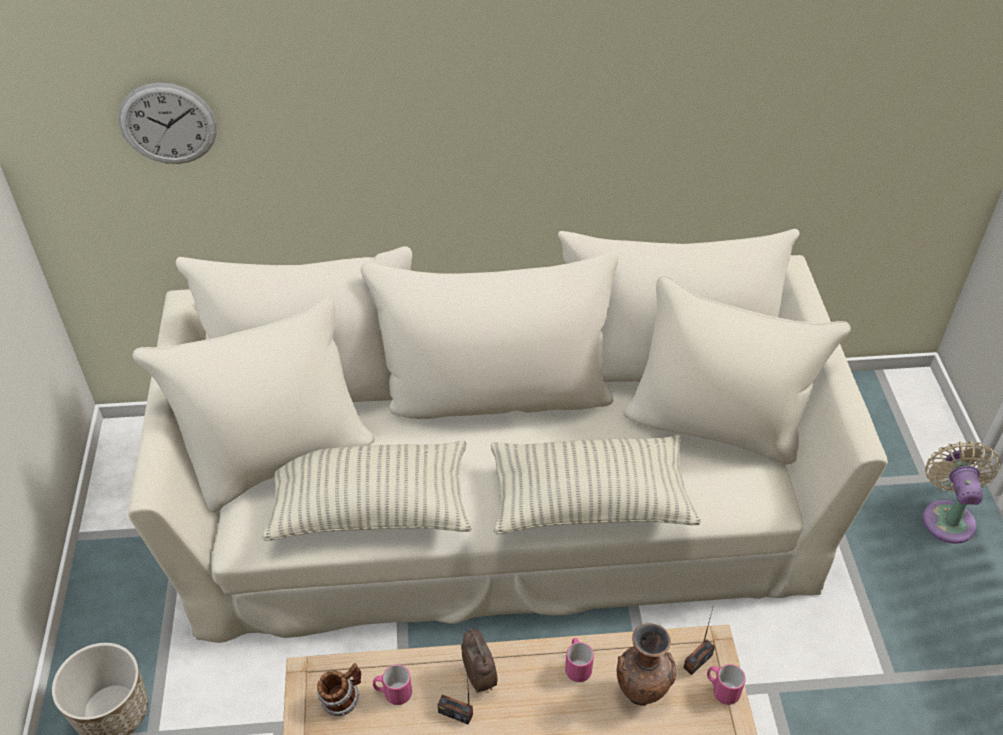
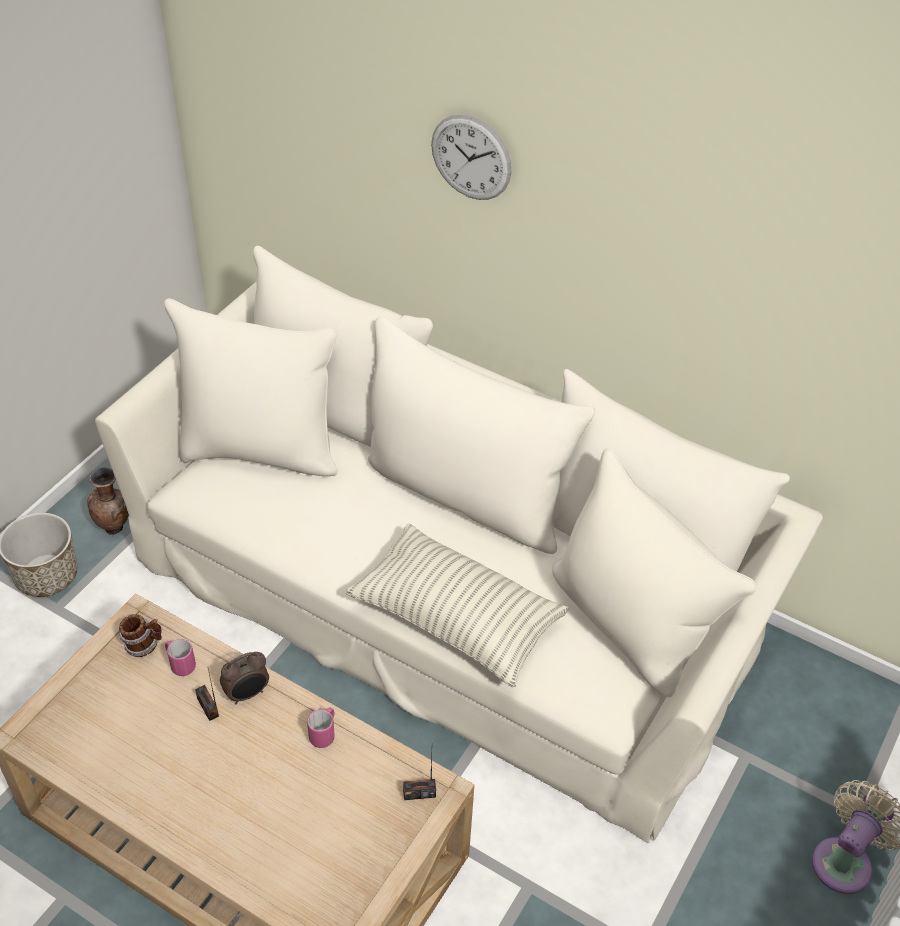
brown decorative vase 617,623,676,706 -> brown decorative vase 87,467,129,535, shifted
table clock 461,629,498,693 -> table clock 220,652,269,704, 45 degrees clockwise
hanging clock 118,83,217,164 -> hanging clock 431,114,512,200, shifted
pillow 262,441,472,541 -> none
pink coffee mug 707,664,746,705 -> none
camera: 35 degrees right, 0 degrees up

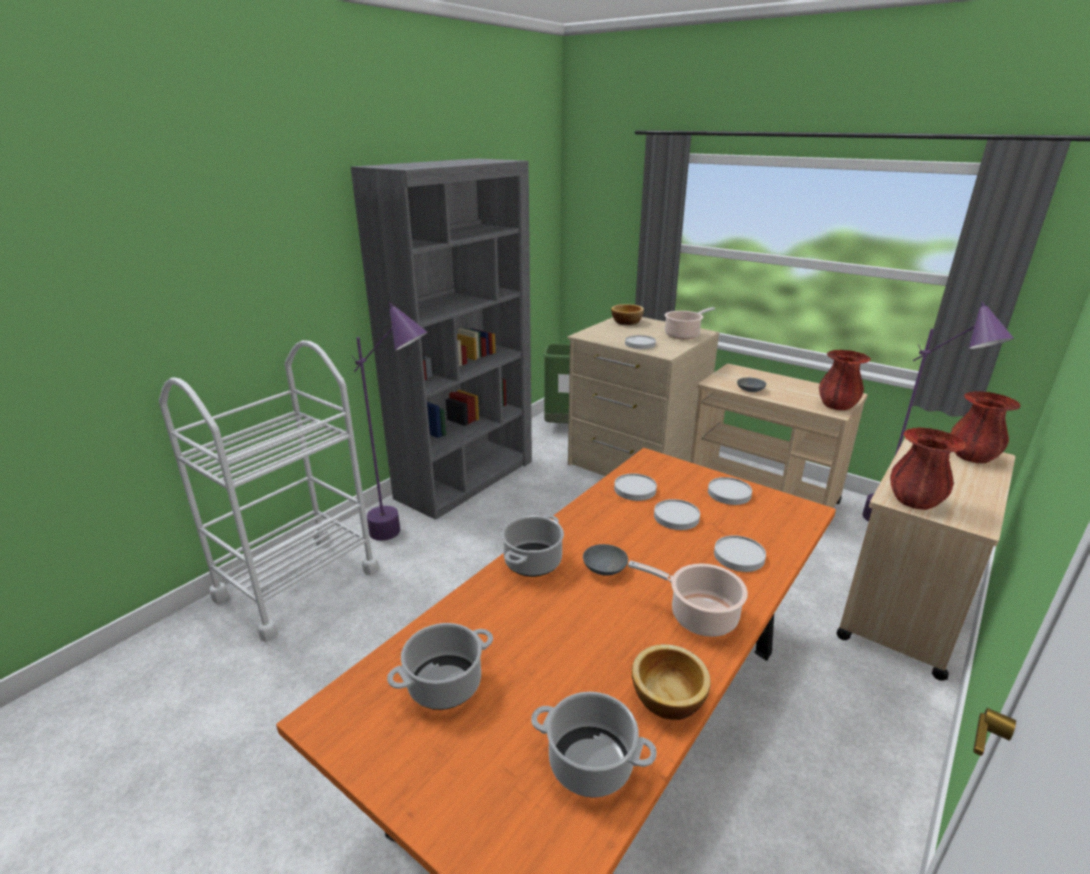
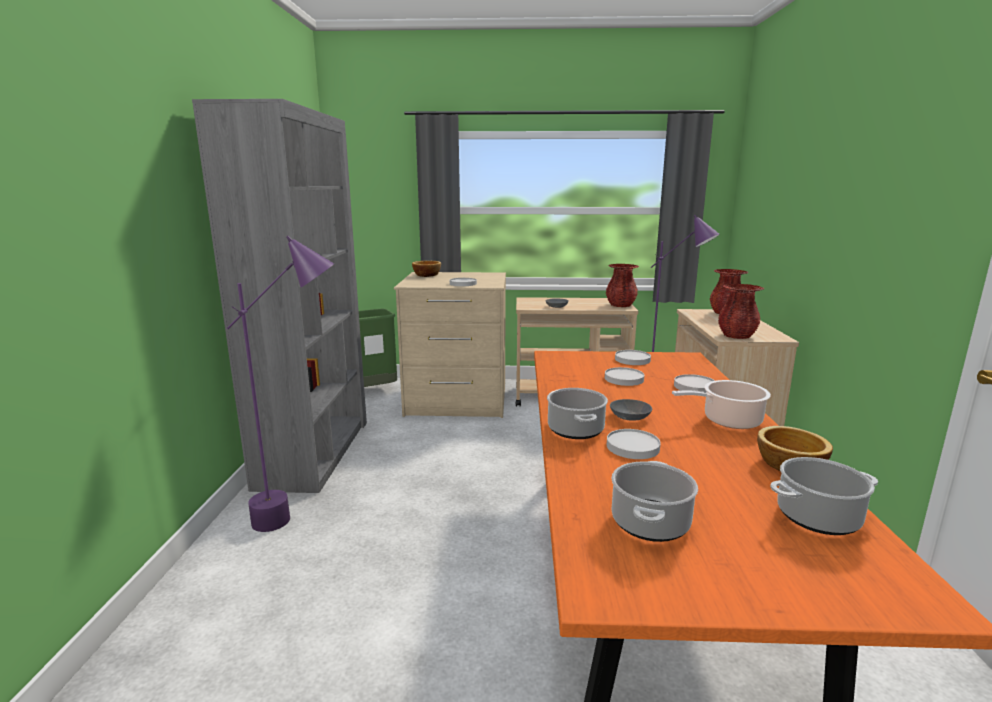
whitish dinner plate 614,473,657,501 -> whitish dinner plate 607,429,661,459, shifted
whitish wheeled cart 159,340,380,642 -> none
saucepot 665,307,715,339 -> none
camera: 35 degrees left, 10 degrees down

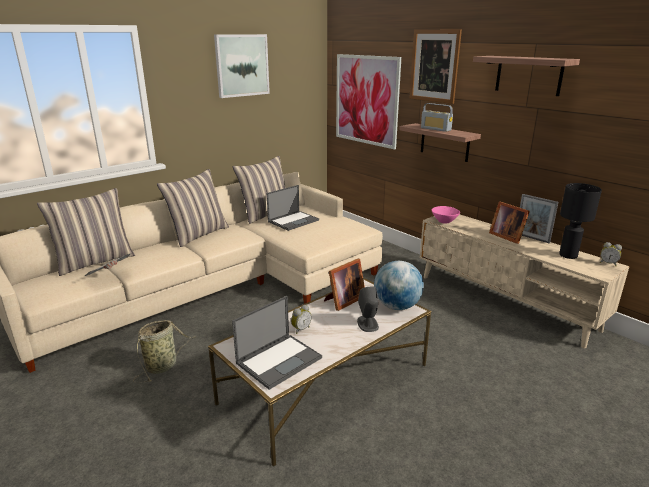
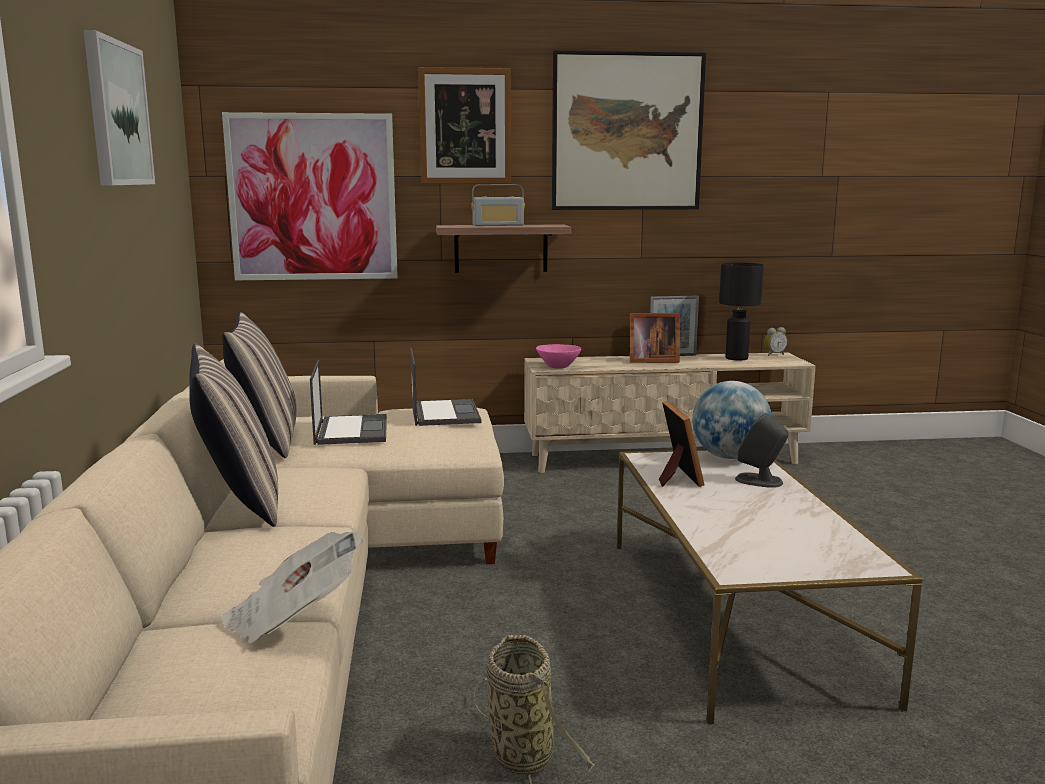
portable computer 232,296,322,390 -> portable computer 410,348,481,426, shifted
wall shelf 473,56,580,96 -> picture 552,50,706,210
pillow 37,188,135,276 -> none
table clock 291,305,312,334 -> none
camera: 55 degrees left, 10 degrees down

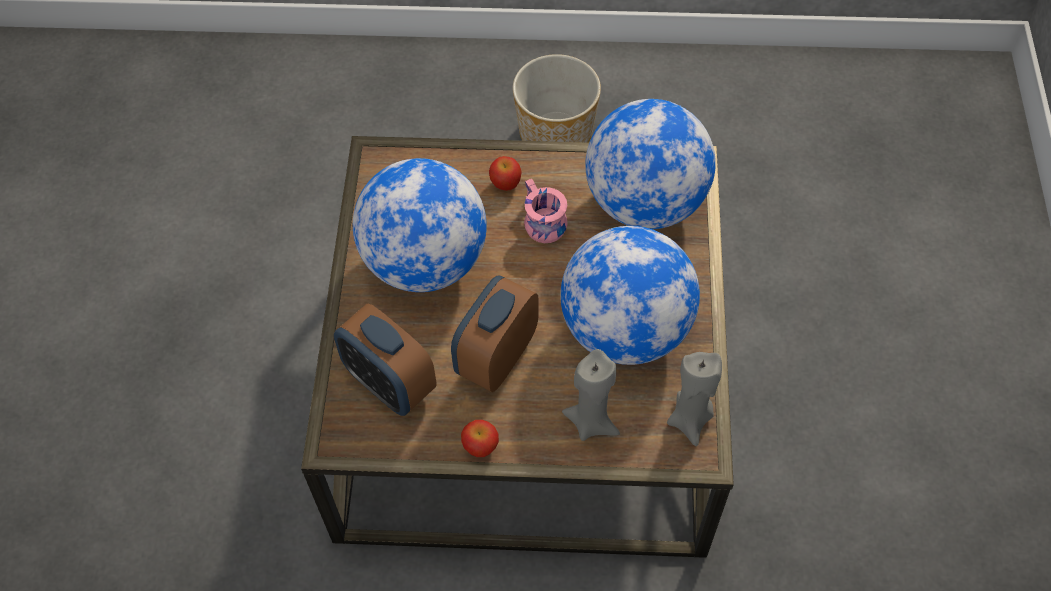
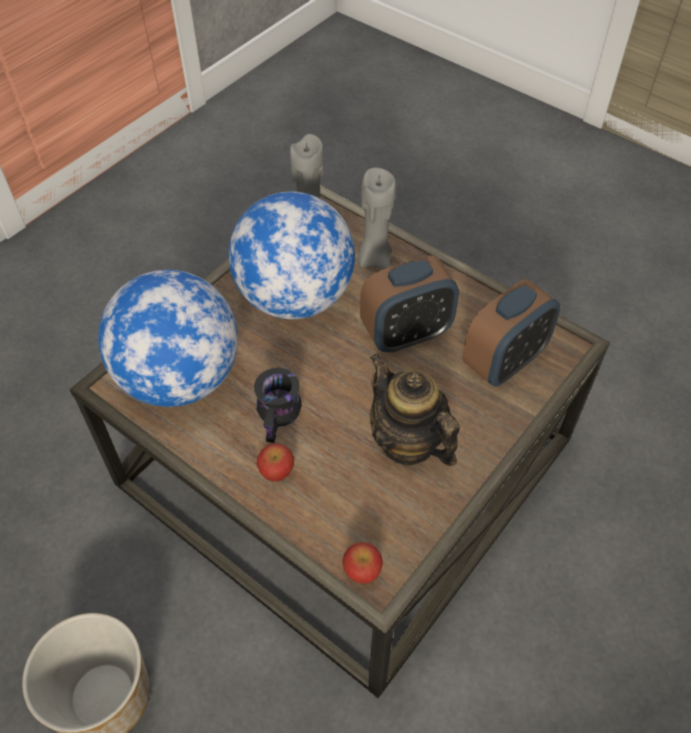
pink coffee mug 524,179,568,243 -> blackish coffee mug 254,368,302,443
whole apple 461,420,499,457 -> whole apple 342,542,383,584, shifted
desk globe 353,158,487,292 -> teapot 370,354,460,466
table clock 334,303,436,416 -> table clock 462,279,560,387, 60 degrees clockwise
camera: 145 degrees left, 5 degrees down

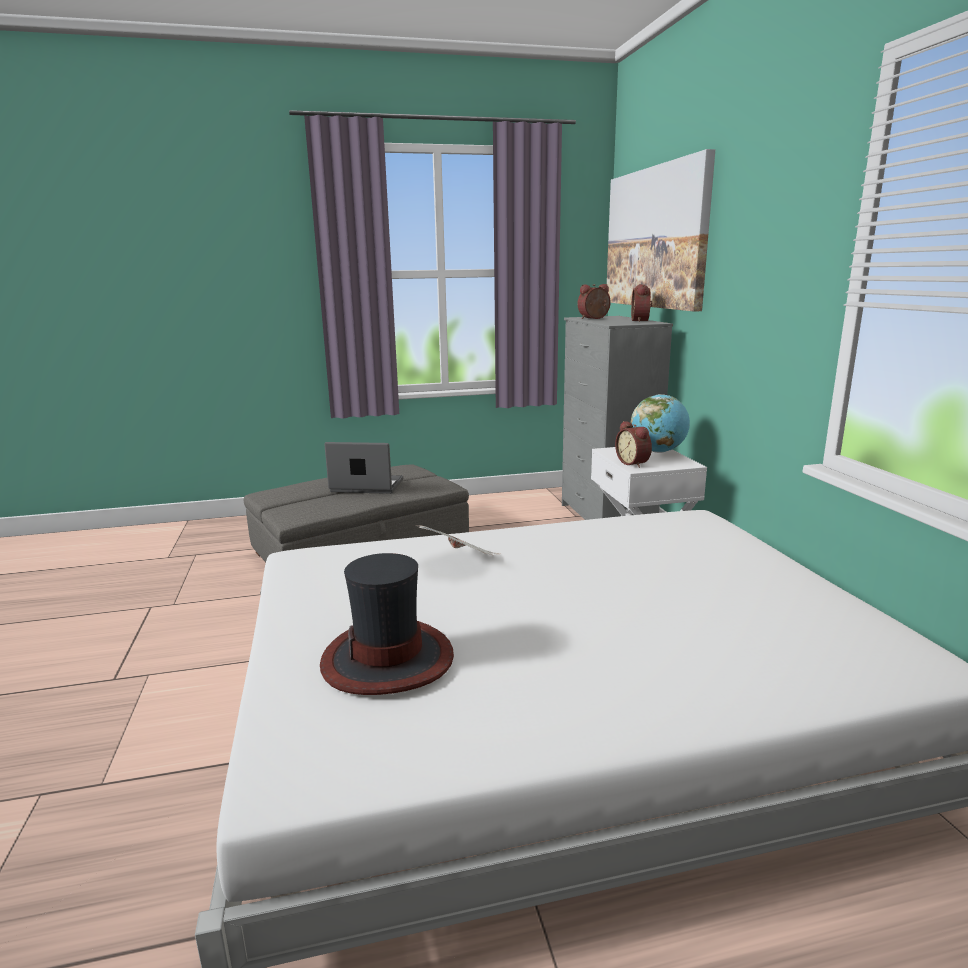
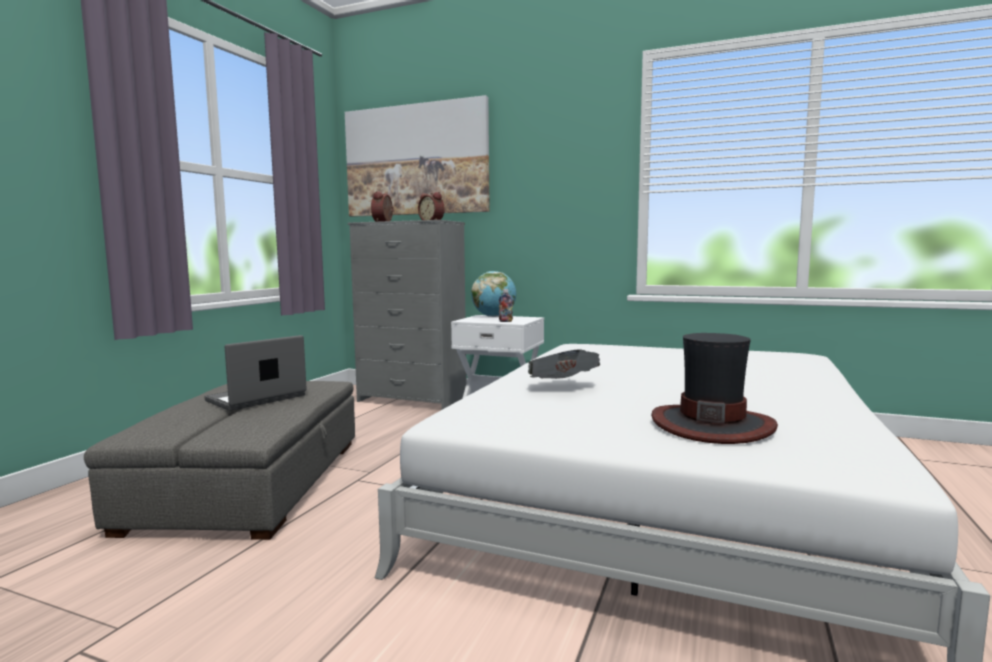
table clock 615,421,652,468 -> bottle 499,289,513,322
camera: 55 degrees left, 10 degrees down

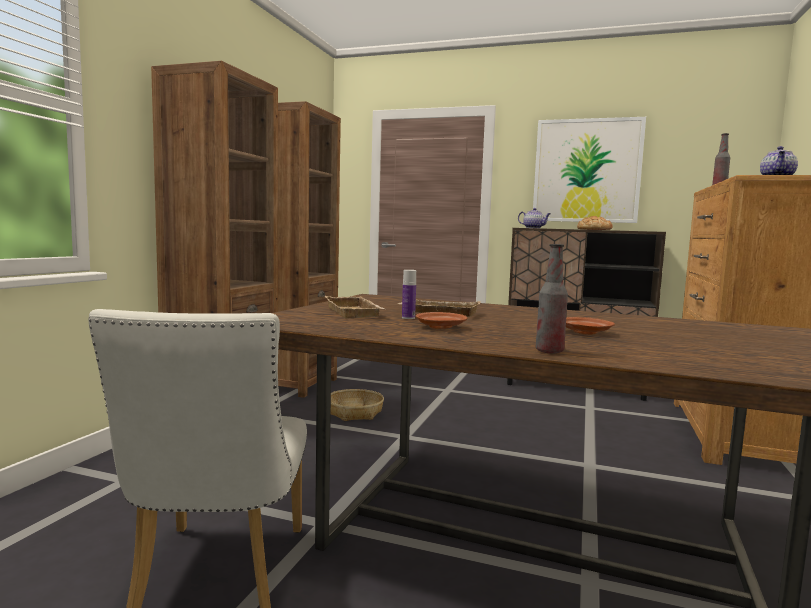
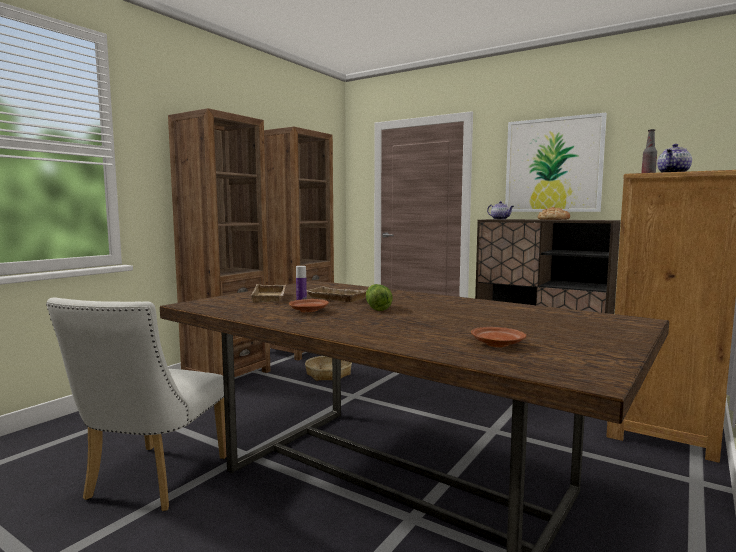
none -> lettuce head 366,284,393,311
brown dinner plate 566,317,615,335 -> brown dinner plate 471,327,527,347, shifted
bottle 536,244,568,354 -> none
camera: 15 degrees right, 0 degrees up

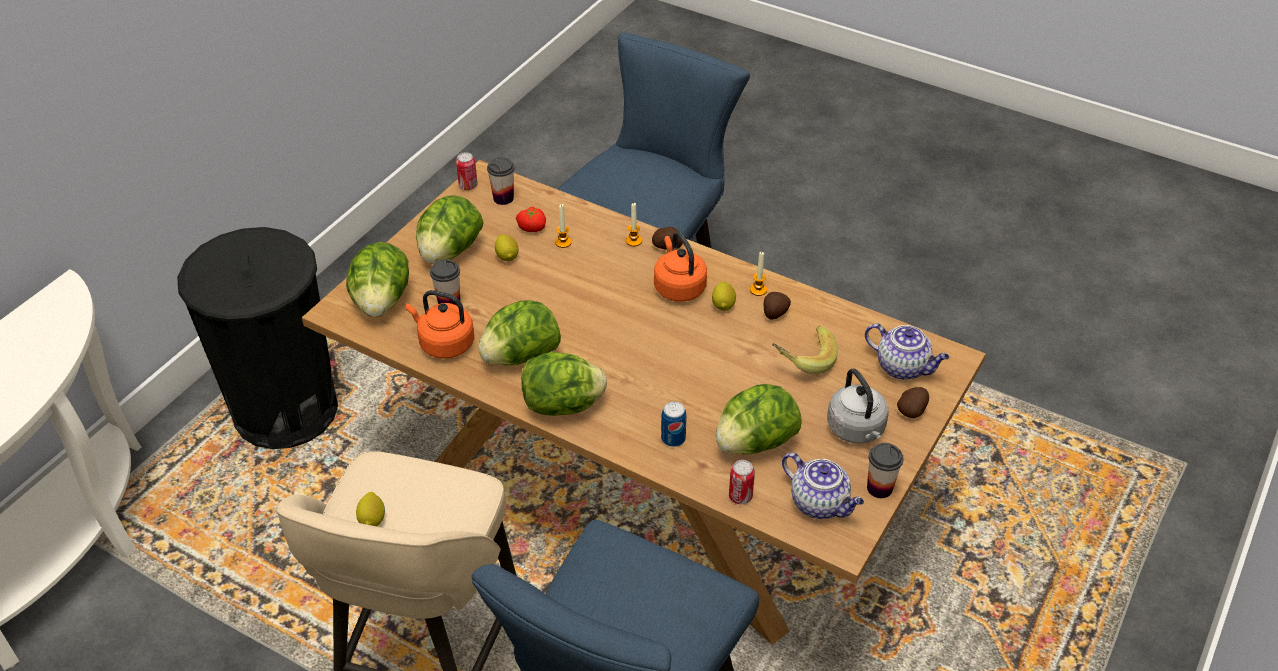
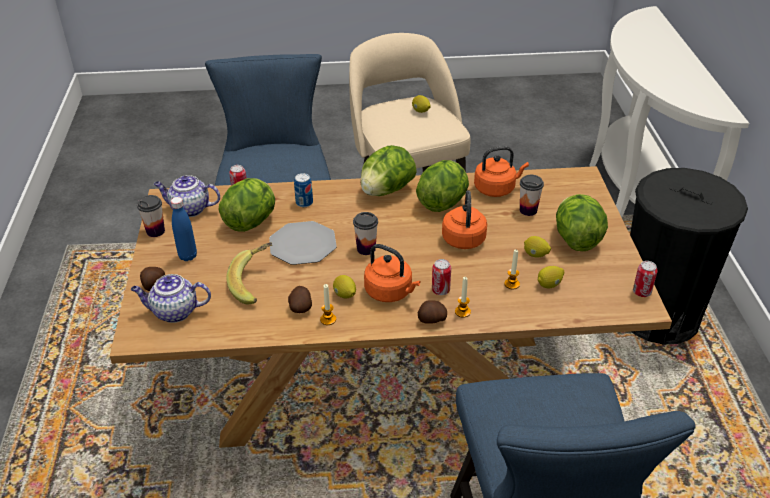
grey kettle 827,368,889,444 -> bluish bottle 171,197,197,261
none -> dinner plate 269,221,337,265
small cup 487,157,515,205 -> small cup 353,212,378,255, shifted
none -> metal can 432,259,451,295
none -> orange-coloured kettle 442,190,487,249
whole tomato 516,207,546,232 -> citrus fruit 538,266,564,288
lettuce head 346,242,409,317 -> none
camera: 145 degrees right, 5 degrees down

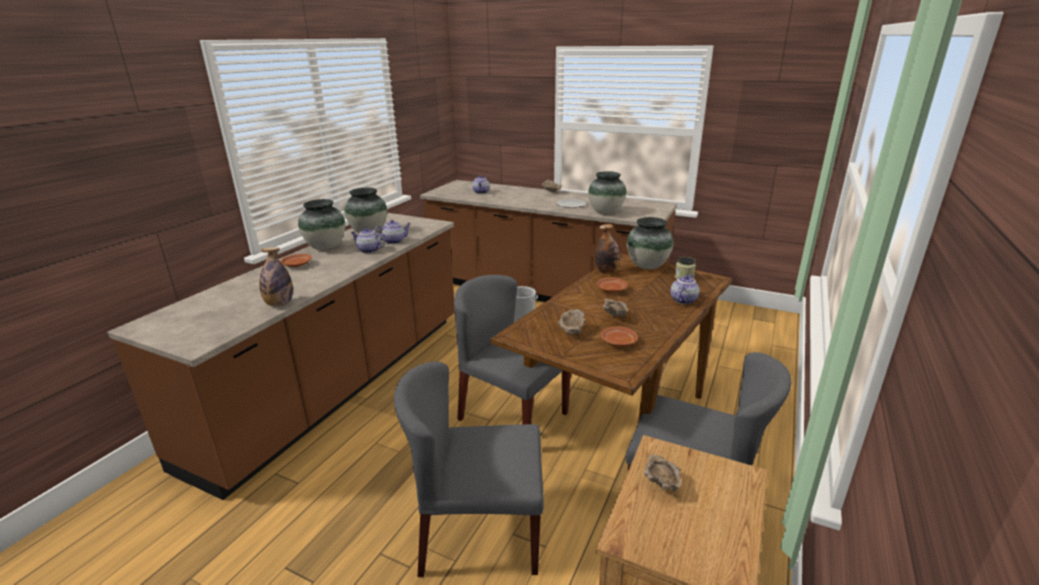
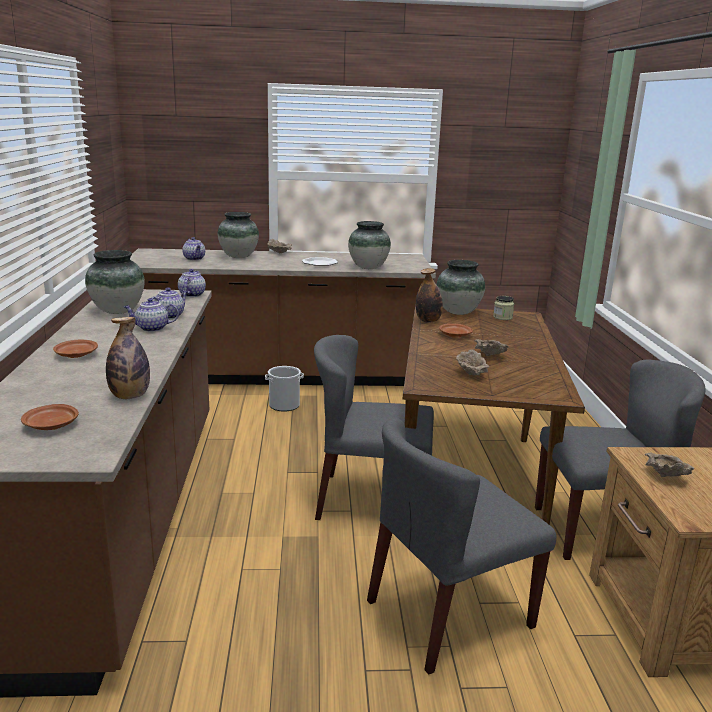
brown dinner plate 601,326,638,347 -> brown dinner plate 21,404,79,430, shifted
teapot 670,274,699,304 -> teapot 178,269,206,297, shifted
decorative vase 298,199,345,250 -> decorative vase 218,212,259,258, shifted
camera: 30 degrees left, 5 degrees down

